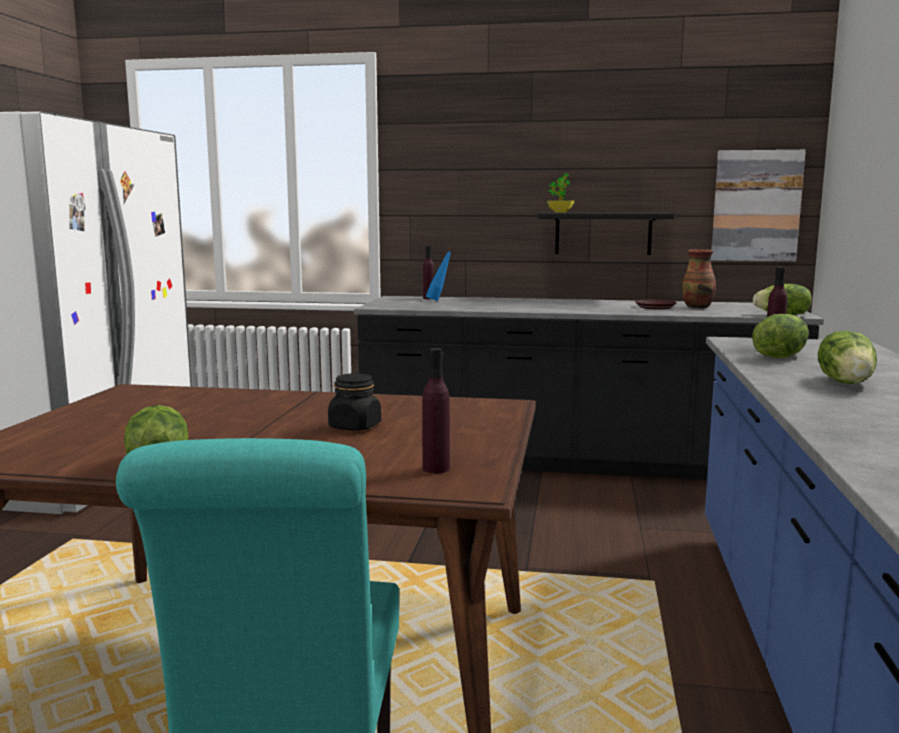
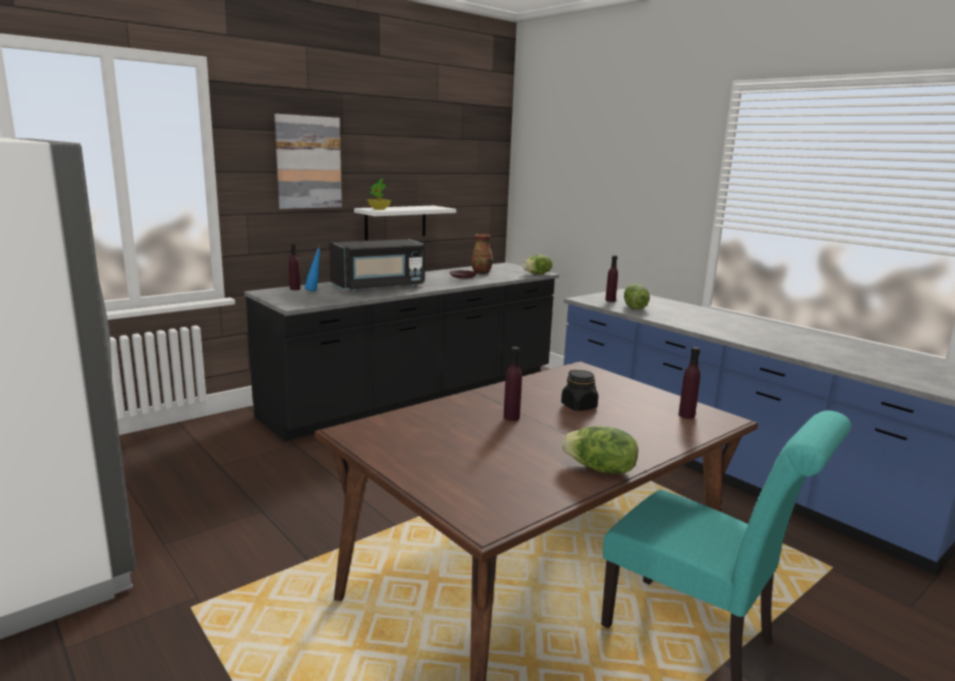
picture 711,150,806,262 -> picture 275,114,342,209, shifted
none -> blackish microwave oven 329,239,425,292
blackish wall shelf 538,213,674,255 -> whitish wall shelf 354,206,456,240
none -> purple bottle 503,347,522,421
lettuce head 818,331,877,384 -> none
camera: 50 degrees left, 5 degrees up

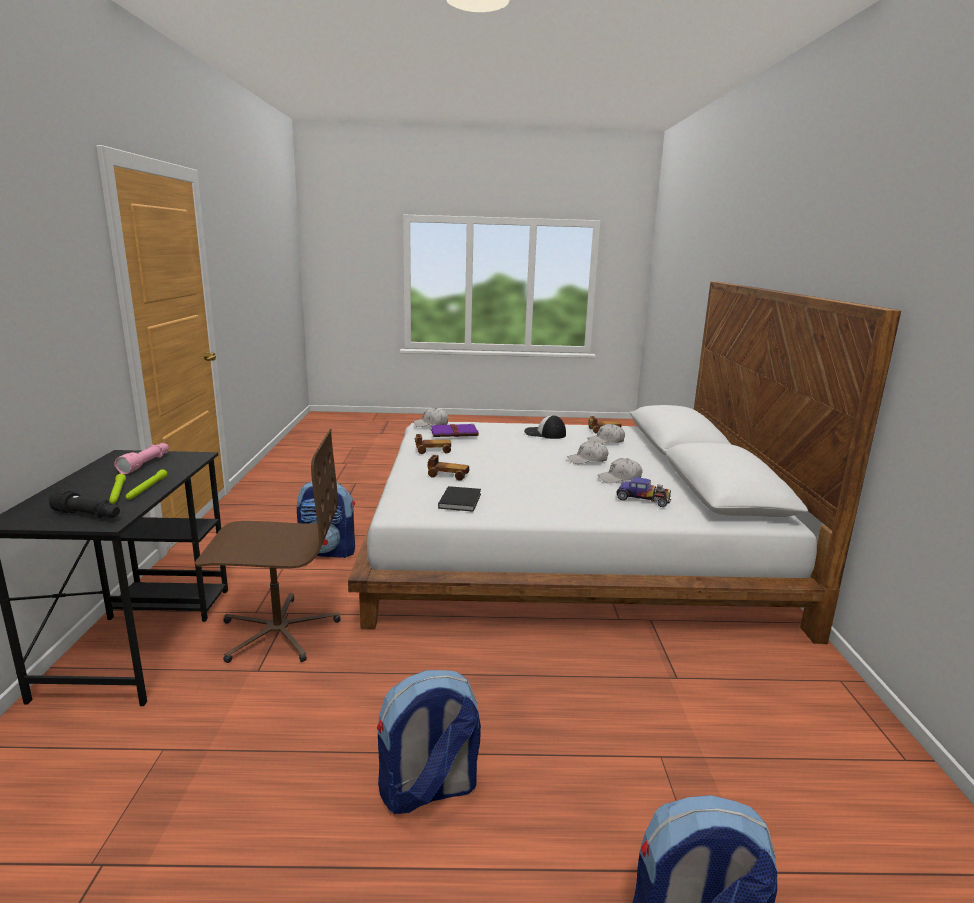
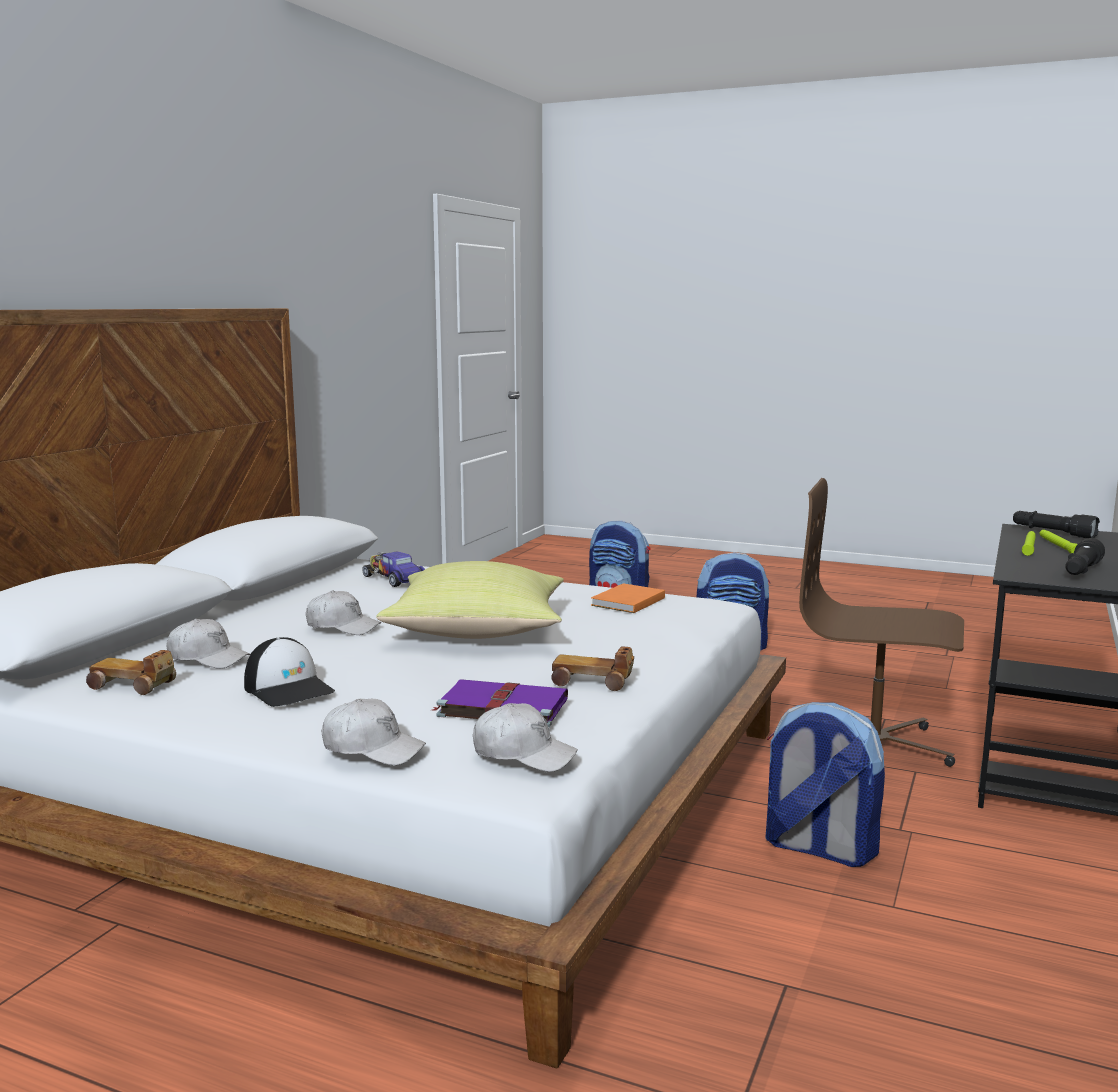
whitish cap 598,458,642,483 -> whitish cap 322,699,426,765, shifted
none -> yellow-coloured pillow 376,561,564,639
blackish bound book 438,486,481,512 -> orange-coloured bound book 591,583,665,613
pink hand torch 114,443,169,474 -> blackish hand torch 1065,538,1105,575
model car 427,455,469,481 -> none
camera: 155 degrees left, 5 degrees down

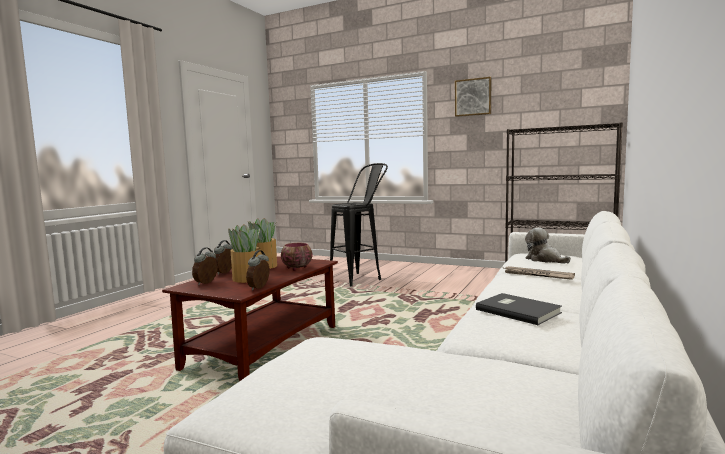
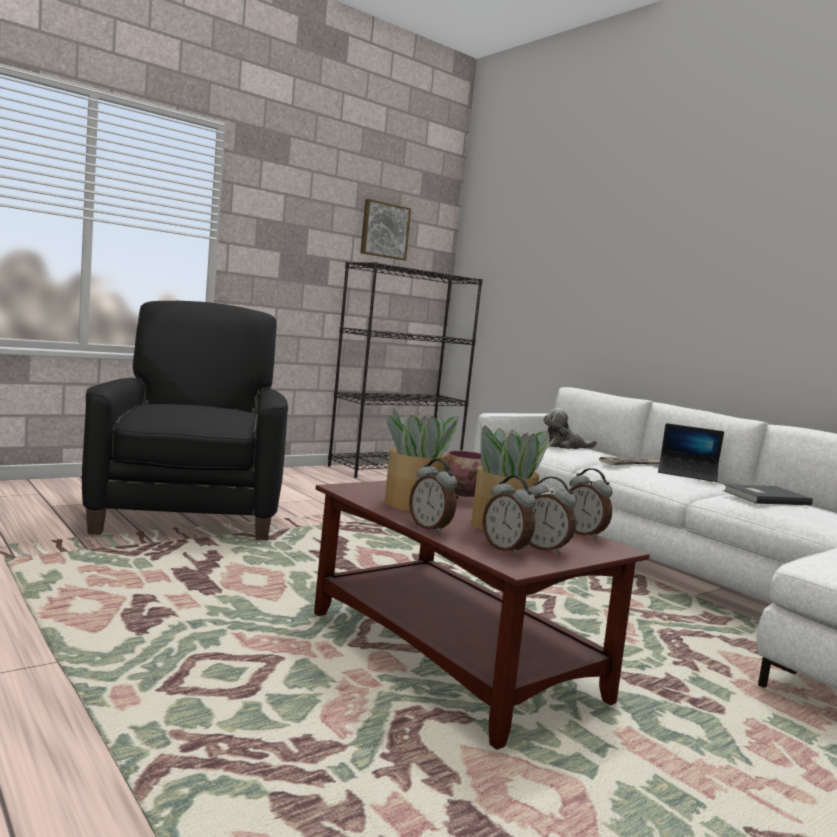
blackish sitting stool 330,163,388,286 -> blackish easy chair 82,301,288,540
picture 455,77,491,117 -> picture 360,199,411,260, shifted
none -> table clock 526,477,576,554
none -> portable computer 658,423,724,482
camera: 65 degrees left, 0 degrees up

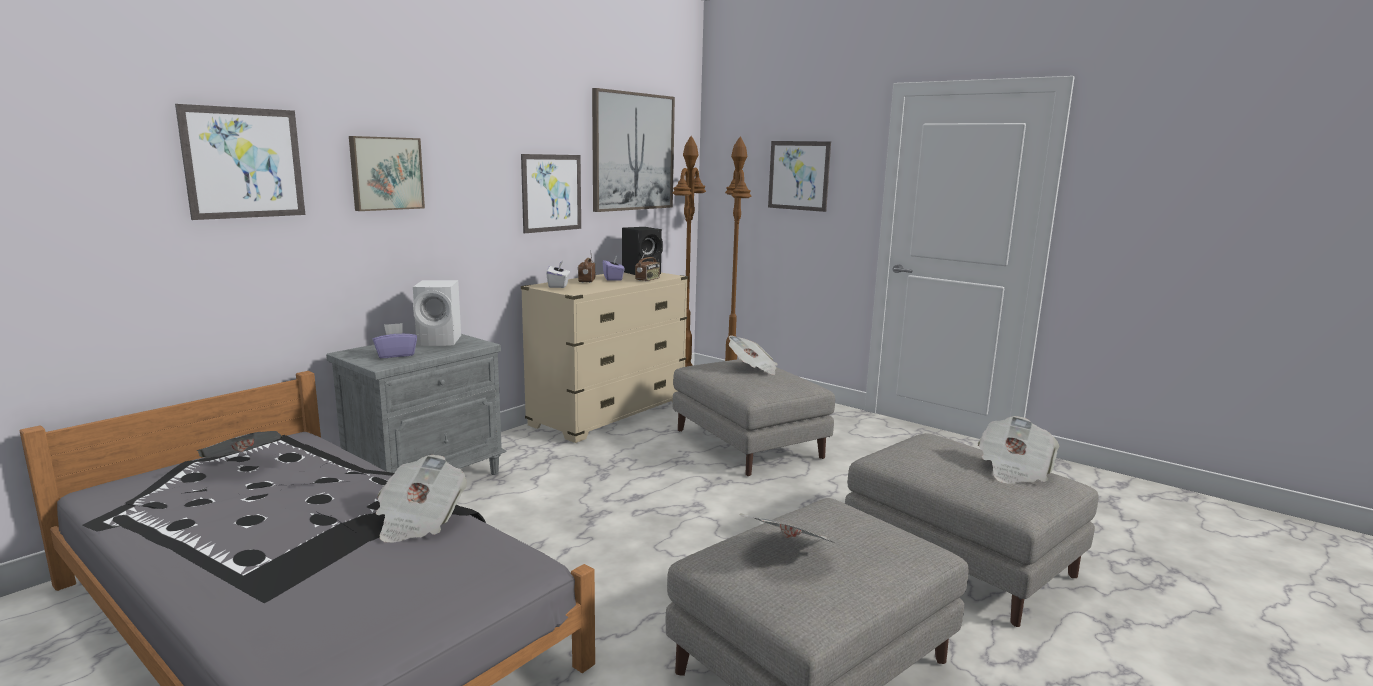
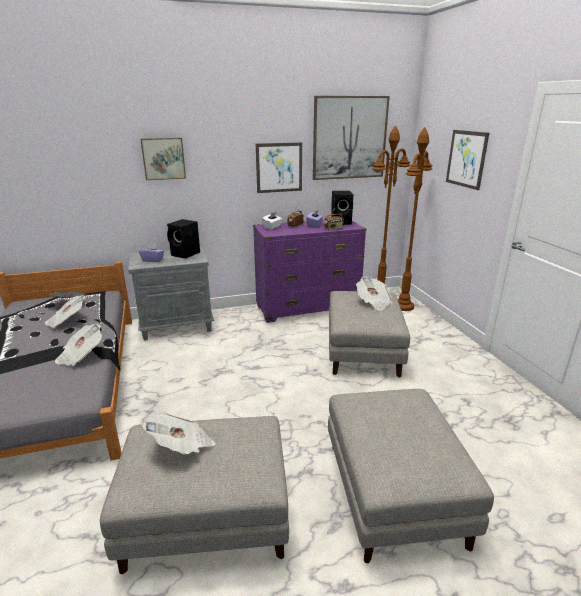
printed paper 978,416,1059,484 -> printed paper 45,295,85,328, shifted
whitish speaker 413,280,461,346 -> blackish speaker 167,219,200,258
sand-coloured chest of drawers 521,273,688,443 -> purple chest of drawers 253,220,367,323
picture 175,104,305,220 -> none
camera: 35 degrees right, 10 degrees up

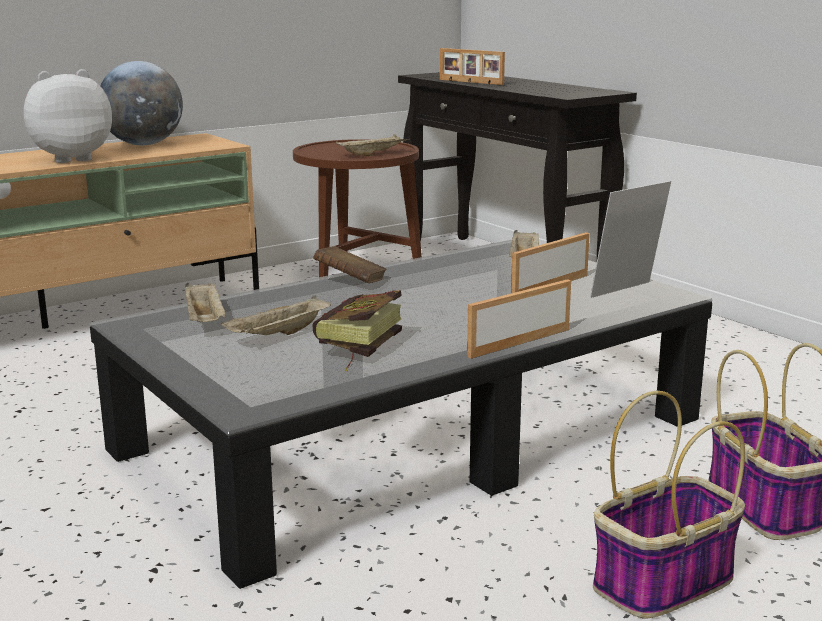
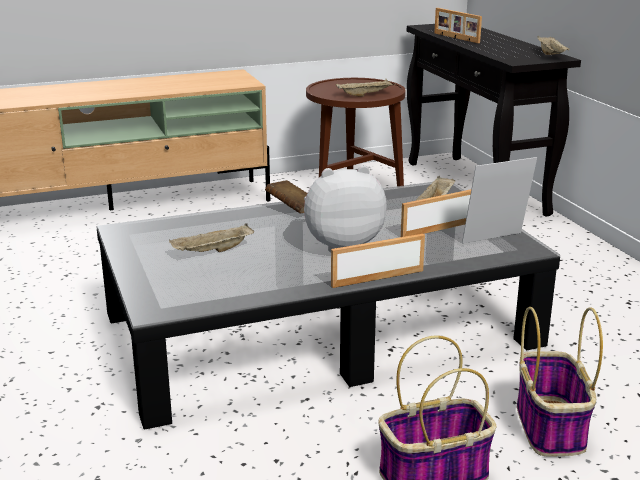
plush toy 24,69,112,163 -> plush toy 304,165,387,252, shifted
sand-coloured tray 185,282,226,322 -> sand-coloured tray 537,36,569,55, shifted
desk globe 100,61,183,145 -> none
bound book 312,290,402,371 -> none
camera: 15 degrees right, 5 degrees up

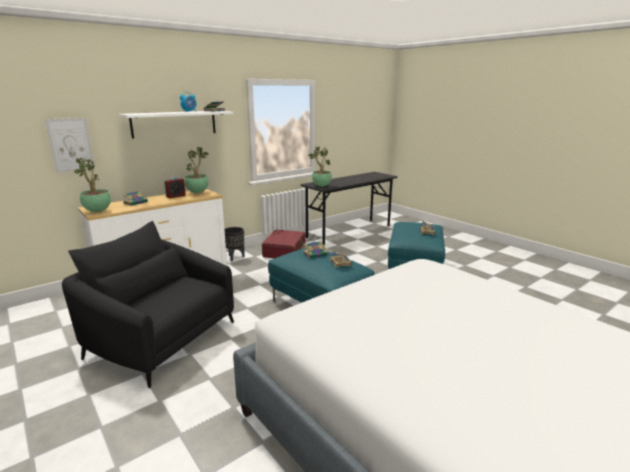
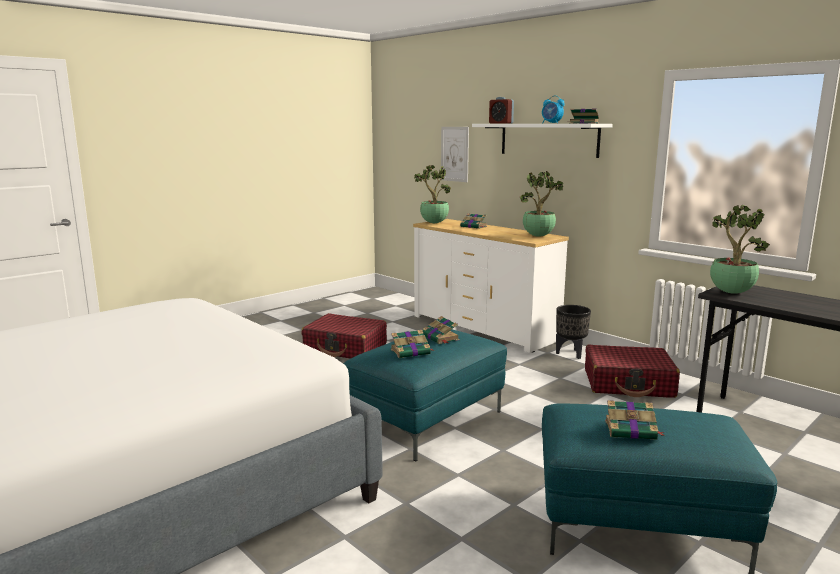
blackish easy chair 62,221,234,388 -> red suitcase 301,313,387,359
table clock 164,177,186,198 -> table clock 489,97,514,124, shifted
camera: 85 degrees right, 5 degrees down

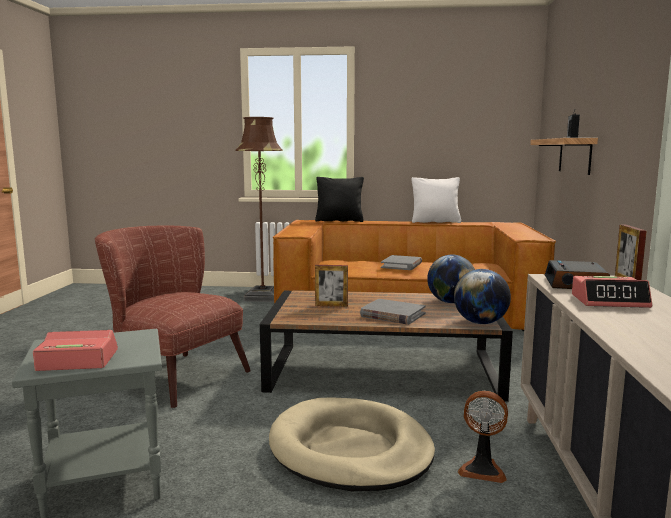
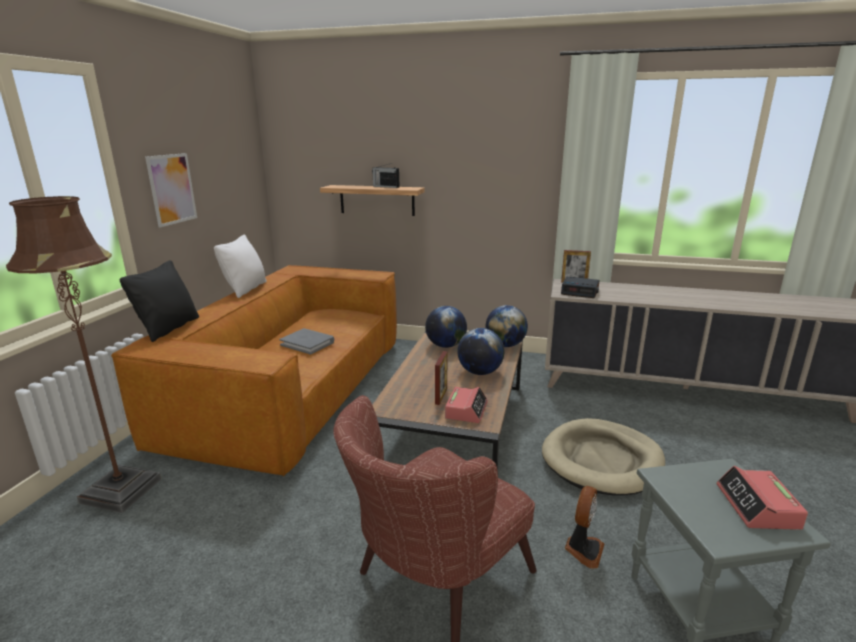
none -> picture 145,153,197,227
table clock 572,276,652,308 -> table clock 445,387,488,423, shifted
grey bound book 360,299,426,325 -> desk globe 457,328,504,375
fan 458,391,508,483 -> fan 565,486,604,569, shifted
camera: 80 degrees left, 10 degrees up

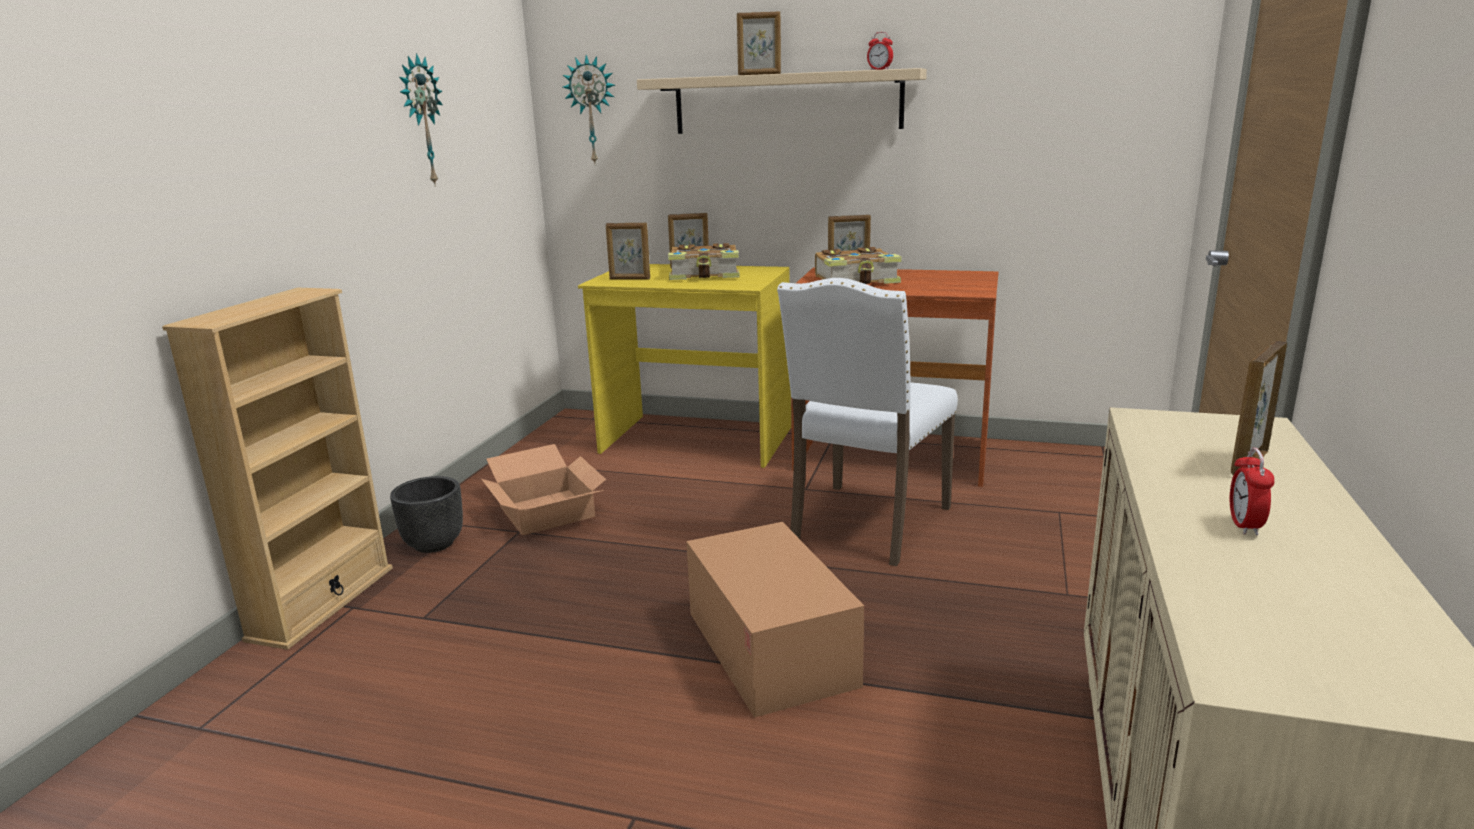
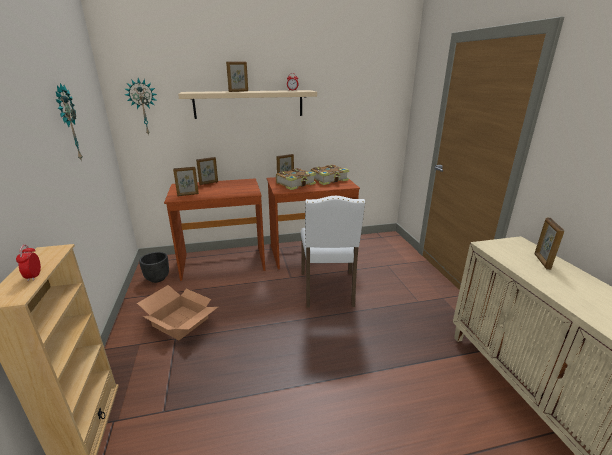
table clock 1230,448,1274,535 -> table clock 16,245,41,281, shifted
blackish flower pot 390,476,463,553 -> blackish flower pot 139,252,169,283, shifted
yellow-coloured desk table 578,264,791,468 -> brown desk table 164,178,265,281
bound book 668,243,740,280 -> bound book 310,165,349,185, shifted
cardboard box 686,522,864,718 -> none
camera: 30 degrees left, 5 degrees up

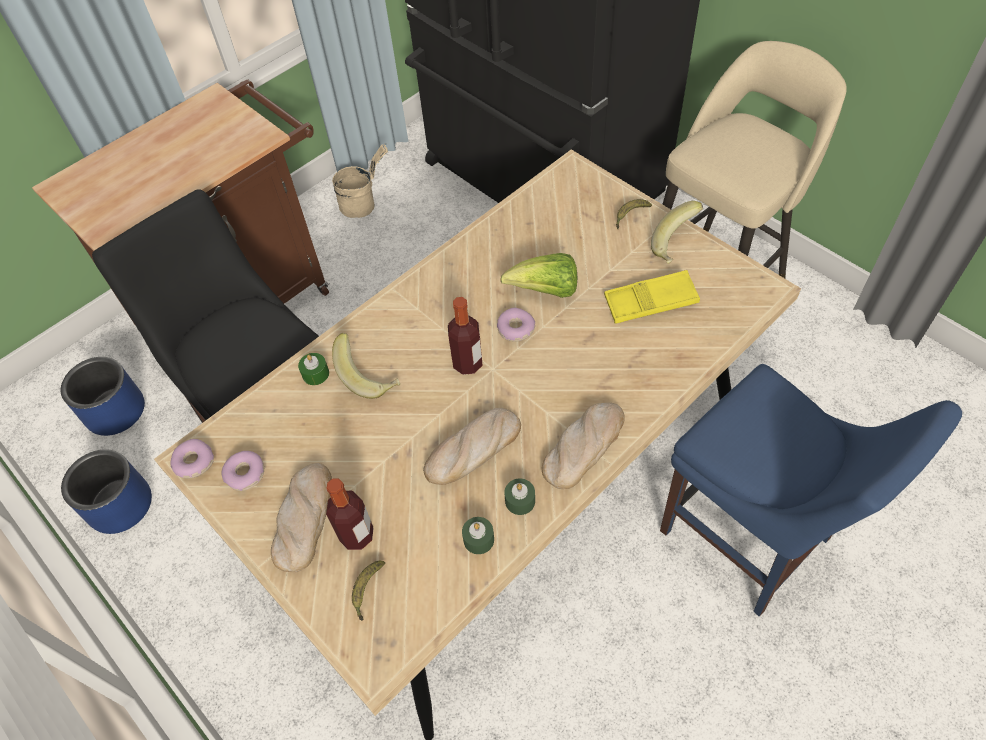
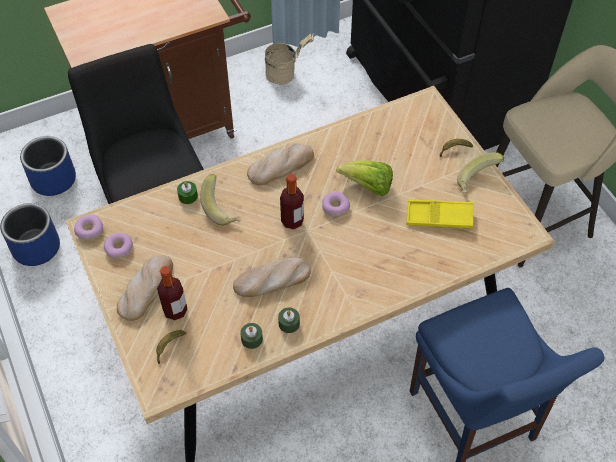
baked bread 542,402,625,489 -> baked bread 247,143,314,185, shifted
camera: 15 degrees right, 0 degrees up

